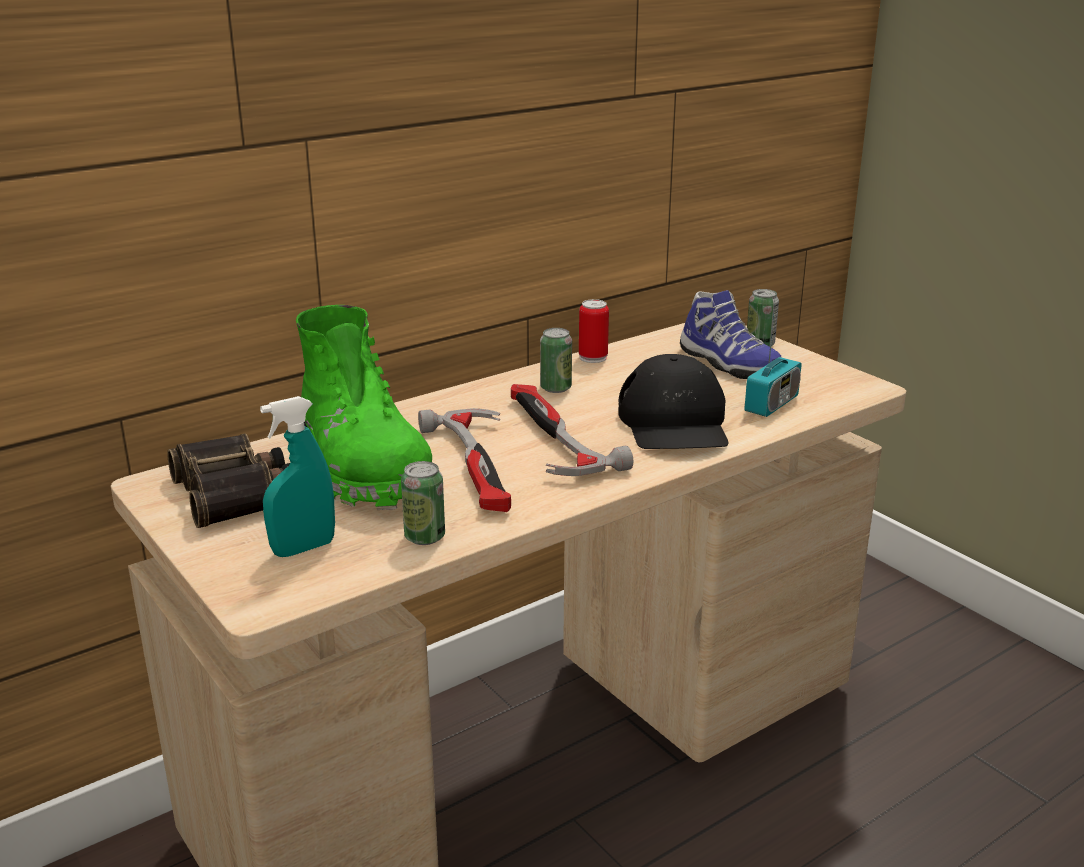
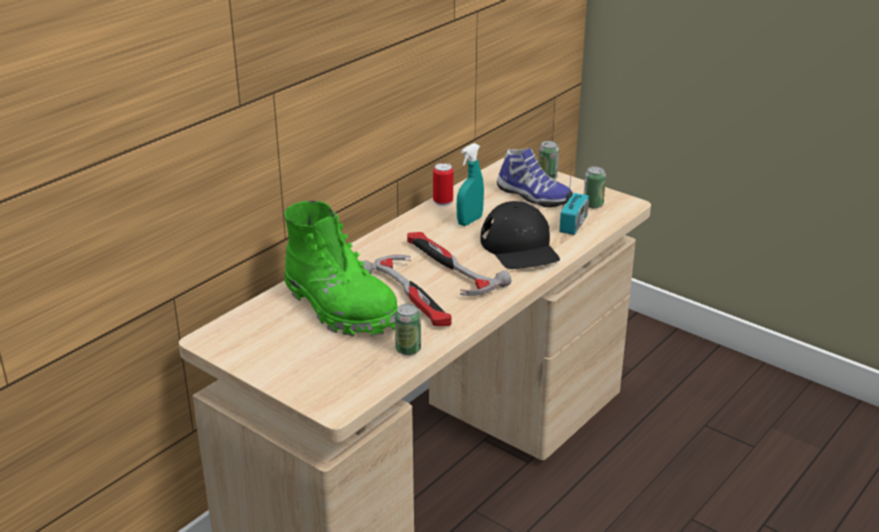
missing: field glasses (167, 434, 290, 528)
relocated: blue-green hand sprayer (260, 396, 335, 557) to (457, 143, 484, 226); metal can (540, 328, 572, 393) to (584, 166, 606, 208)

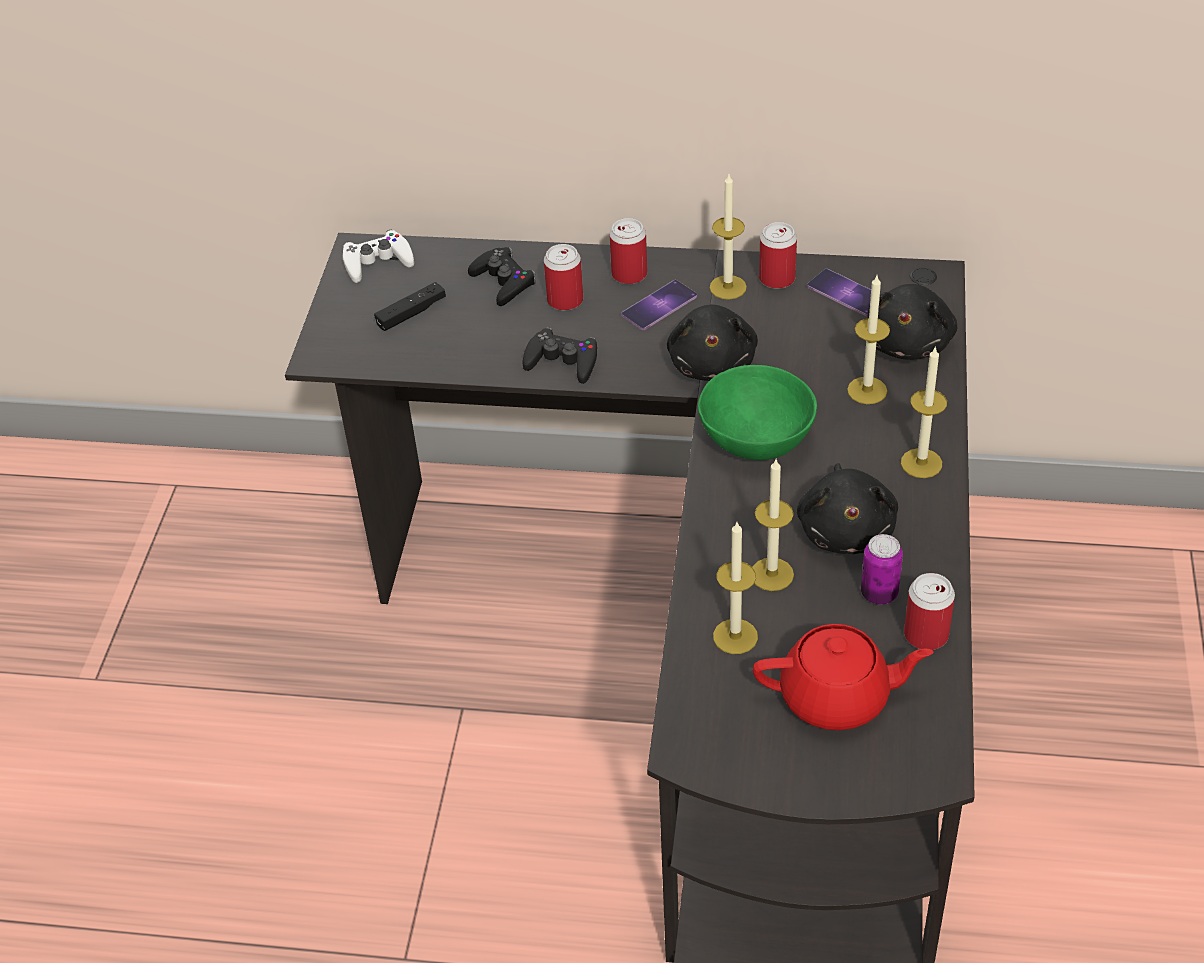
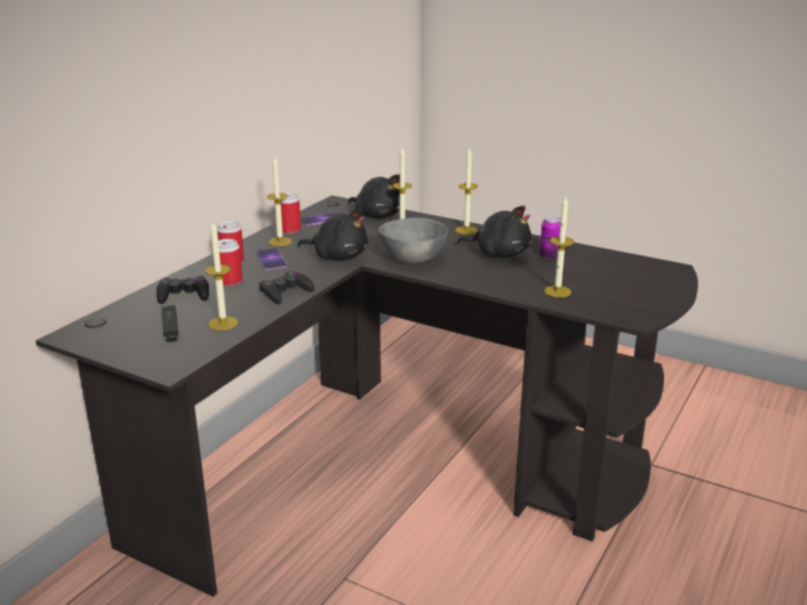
missing: white-coloured game controller (343, 230, 414, 283); red tea pot (753, 624, 934, 730); metal can (904, 573, 955, 650)
relocated: candle (752, 459, 794, 591) to (205, 223, 238, 330)
colour: green bowl (698, 365, 817, 460) to grey bowl (379, 218, 448, 264)

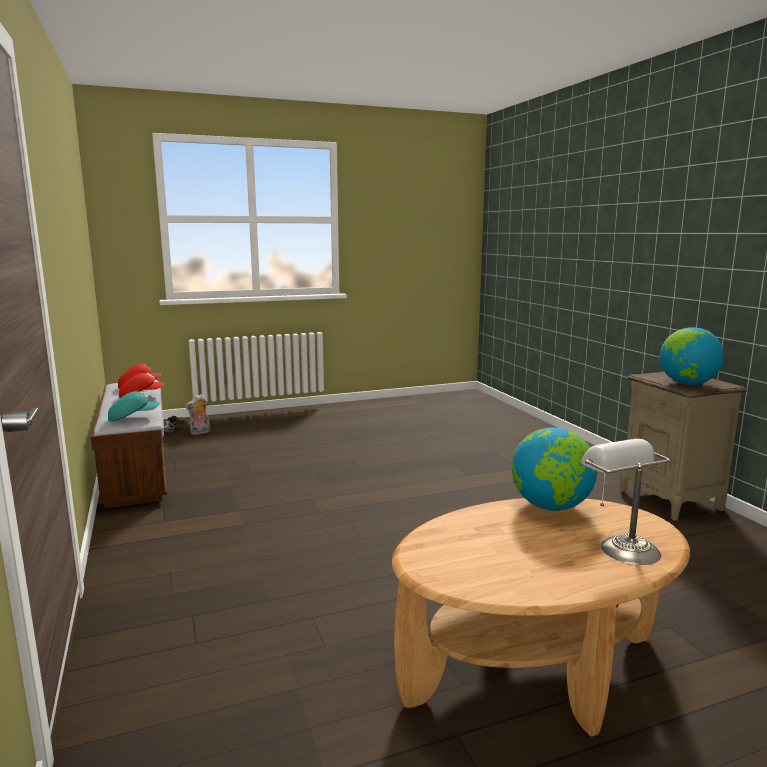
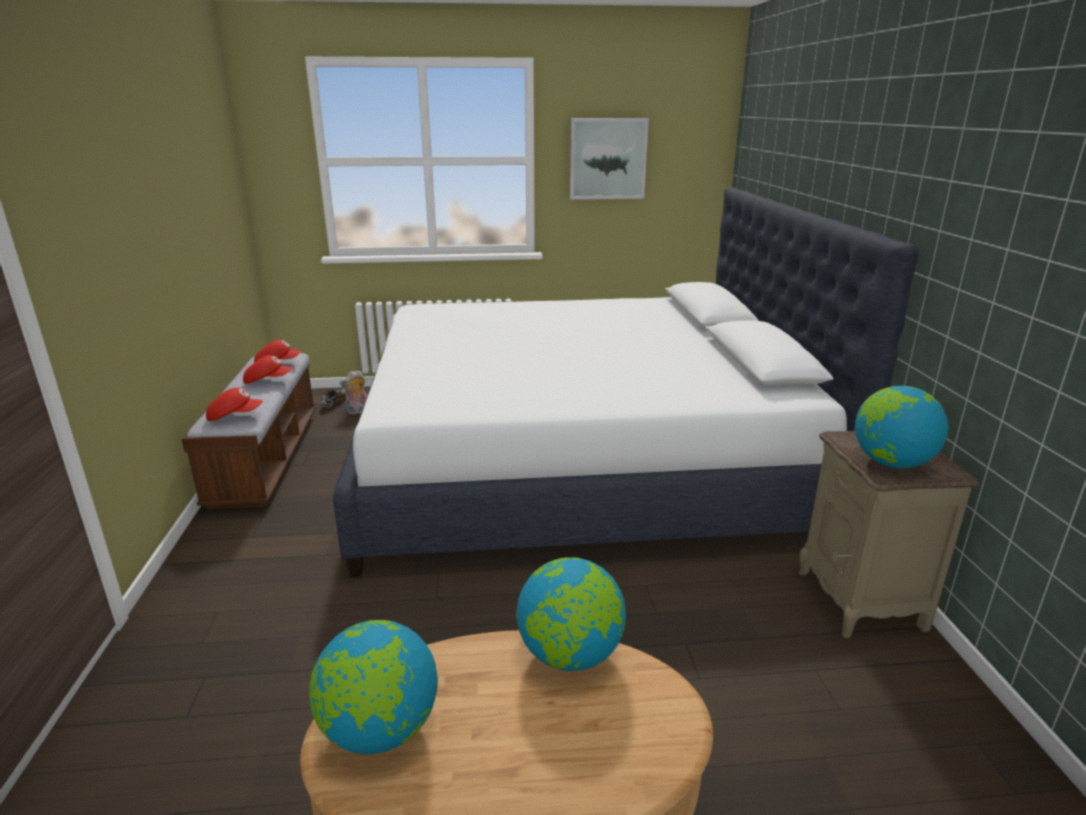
missing: white-coloured tabletop lamp (581, 439, 670, 565)
appeared: globe (309, 620, 438, 754); white-coloured sleeping bed (333, 187, 919, 577); picture (570, 118, 649, 199)
colour: blue-green peaked cap (108, 391, 160, 422) to red peaked cap (206, 388, 263, 421)

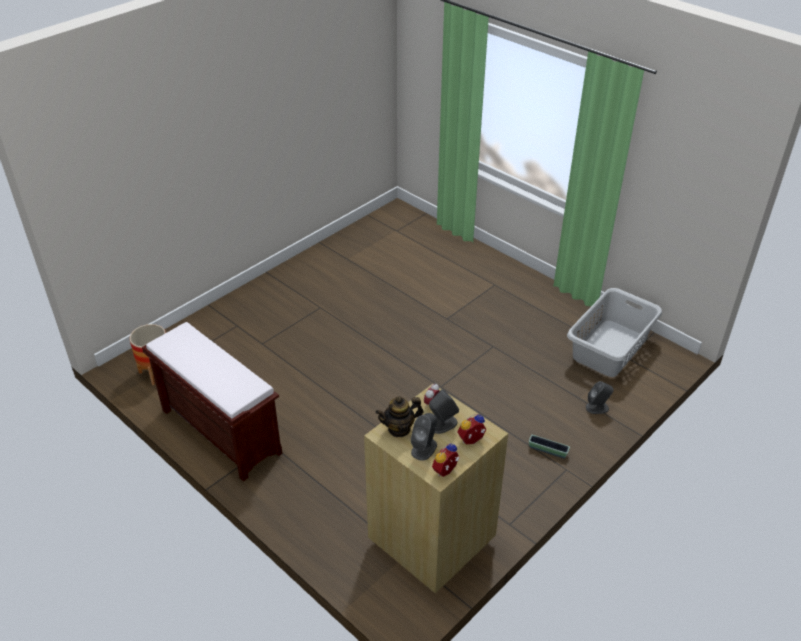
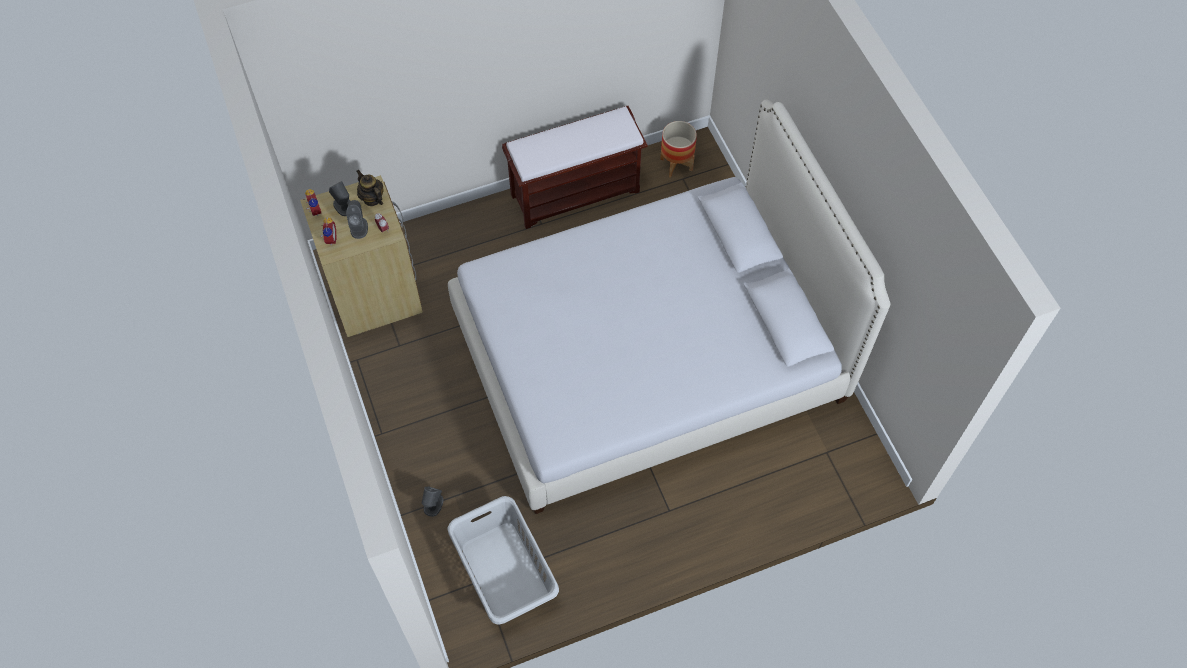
missing: planter (529, 435, 570, 459)
appeared: white-coloured sleeping bed (448, 100, 890, 514)
spun: tea pot (375, 396, 423, 437) = (357, 170, 383, 206) 45 degrees counterclockwise

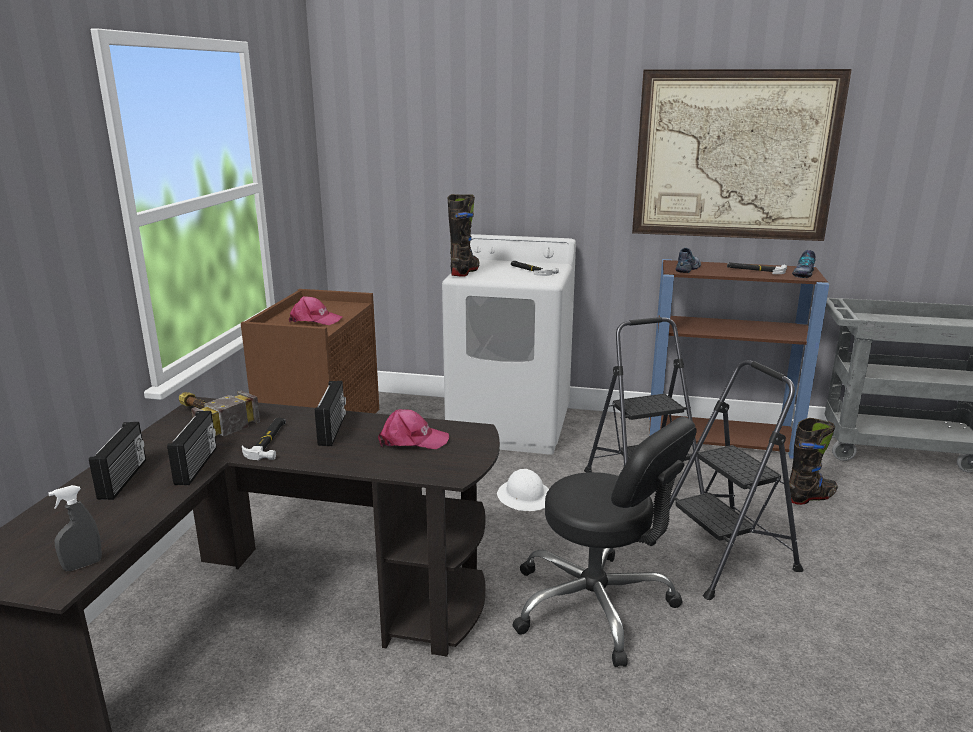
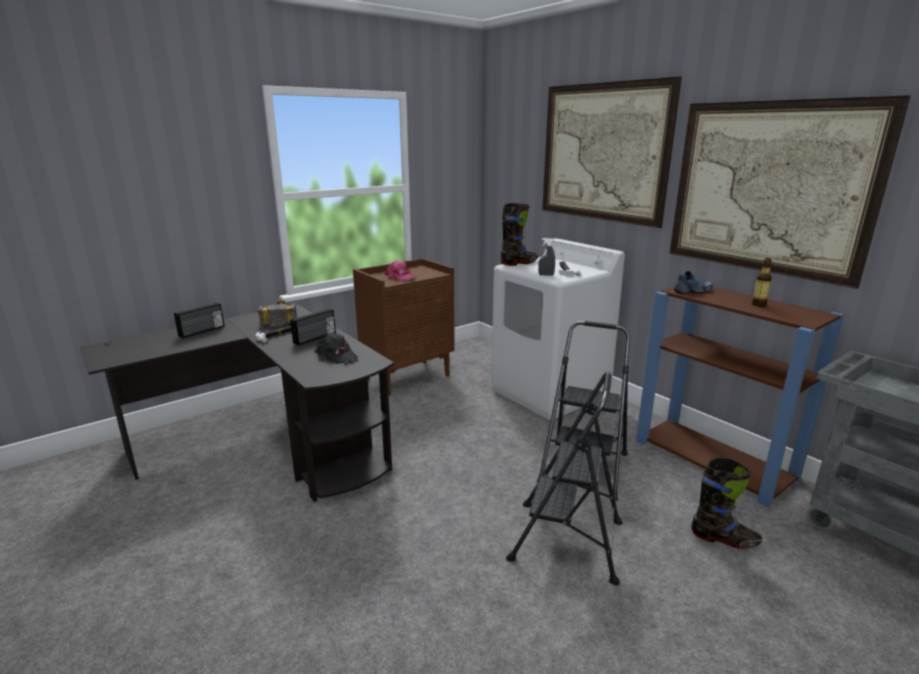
missing: radio receiver (167, 411, 217, 485); white-coloured hard hat (497, 469, 549, 511); black desk chair (512, 417, 697, 667); item of footwear (792, 250, 816, 278)
appeared: picture (542, 77, 682, 228)
relocated: grey hand sprayer (48, 485, 102, 571) to (538, 238, 555, 276)
exchanged: tool hammer (727, 262, 787, 274) to bottle (752, 258, 772, 307)
colour: pink-coloured peaked cap (378, 409, 449, 449) to black peaked cap (314, 333, 358, 364)

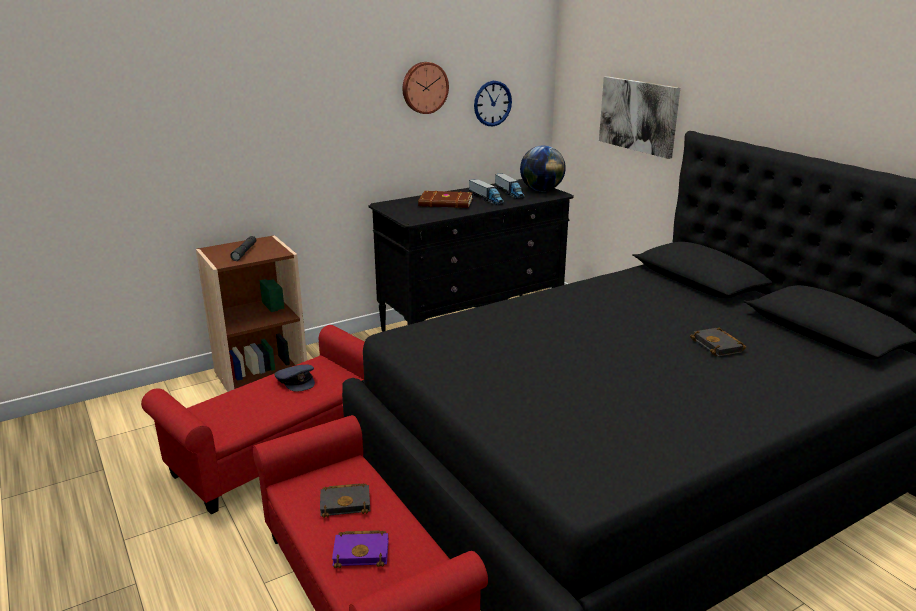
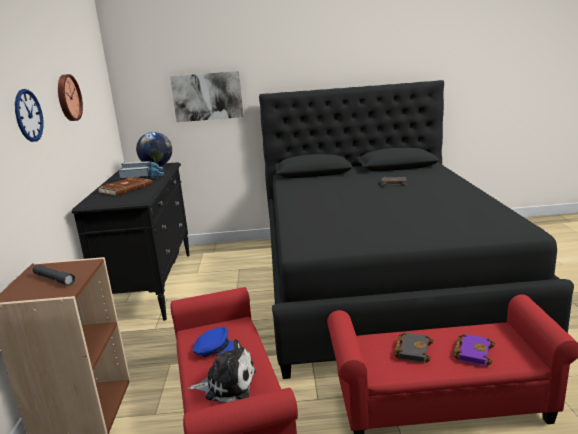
appeared: soft toy (188, 339, 256, 403)
relocated: clock on the wall (474, 81, 512, 126) to (15, 89, 44, 142)
colour: grey peaked cap (274, 364, 315, 392) to bluish peaked cap (193, 327, 234, 357)

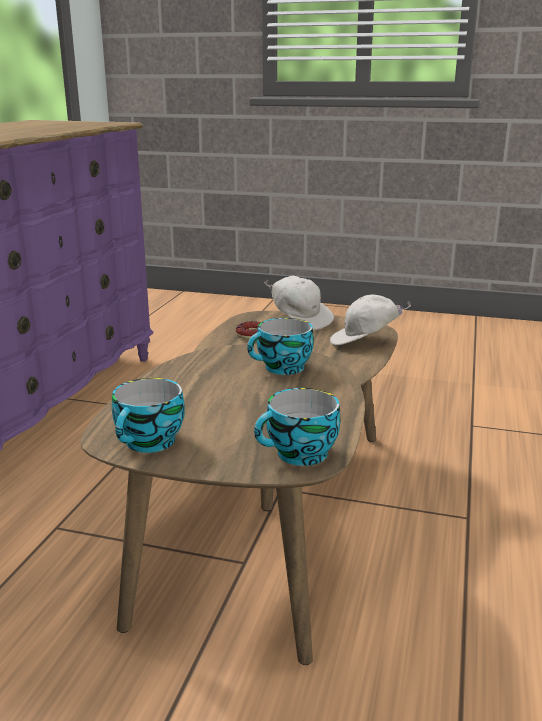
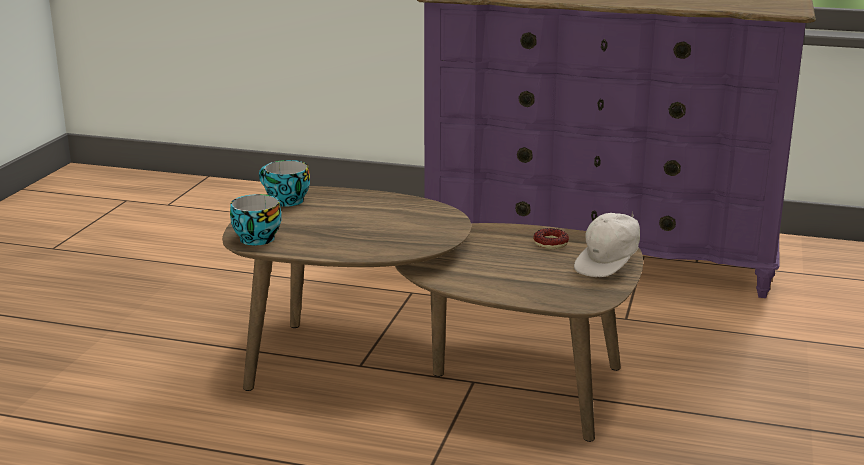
missing: cup (247, 318, 314, 375); white-coloured peaked cap (330, 295, 411, 345)

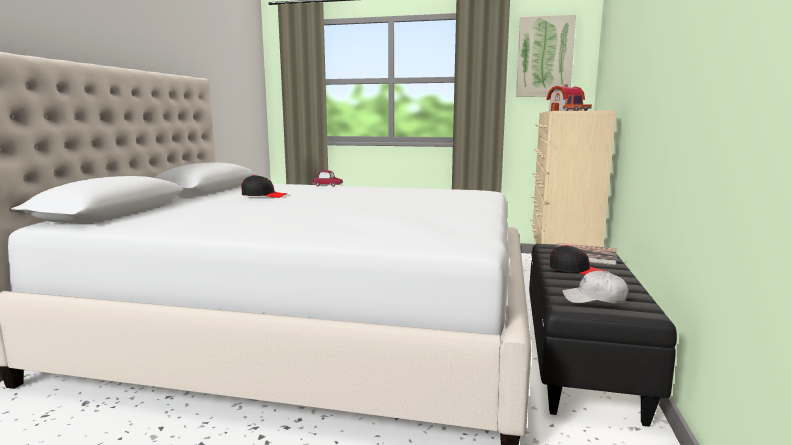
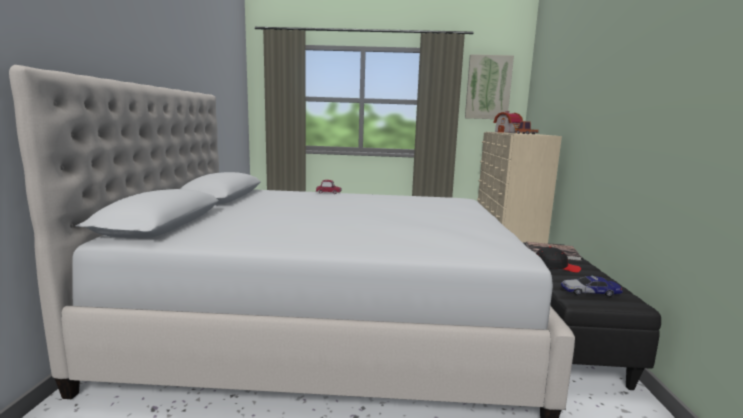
missing: black peaked cap (241, 175, 287, 198)
exchanged: white-coloured peaked cap (562, 270, 629, 303) to toy car (561, 275, 623, 297)

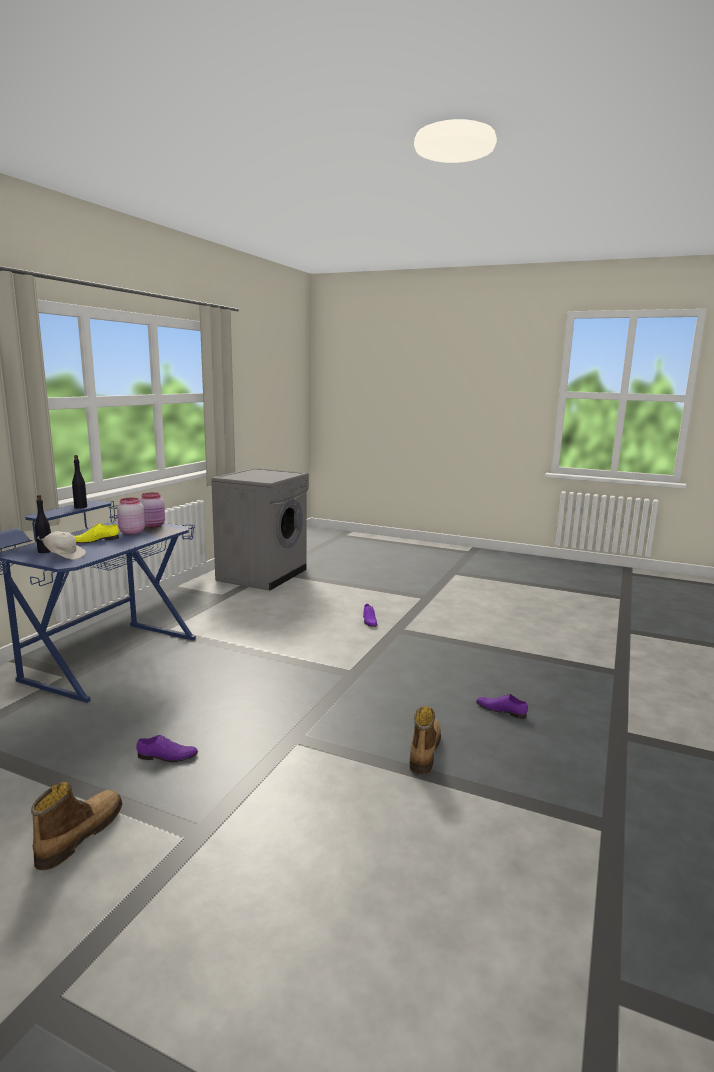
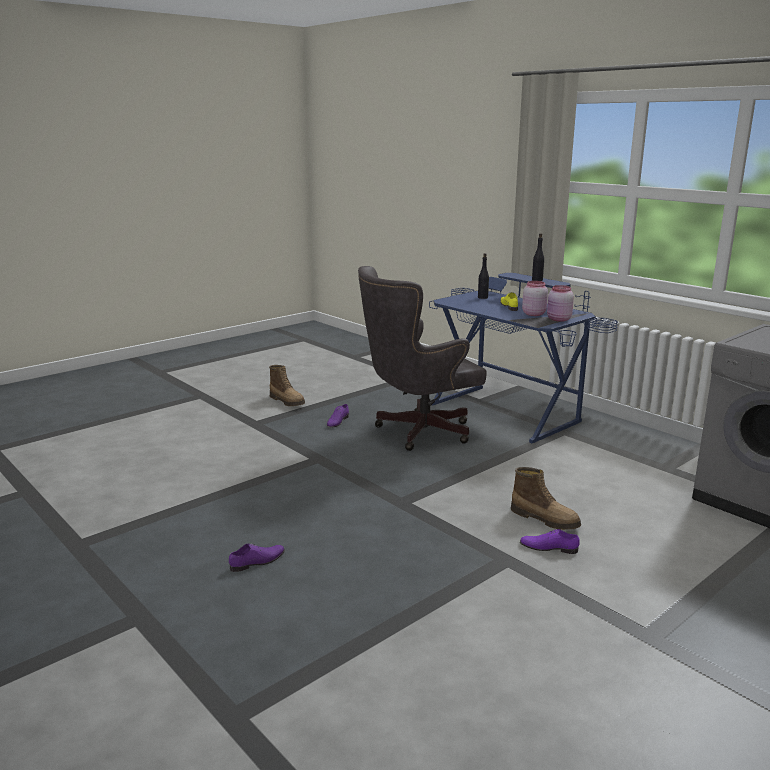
missing: white-coloured peaked cap (37, 531, 86, 560)
appeared: grey desk chair (358, 266, 487, 451)
relocated: boot (409, 706, 441, 775) to (511, 467, 581, 530)

